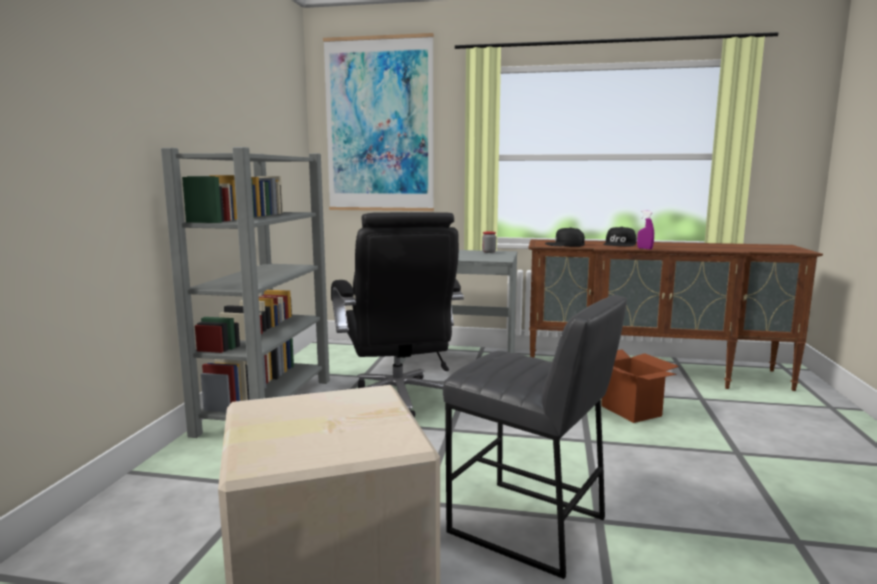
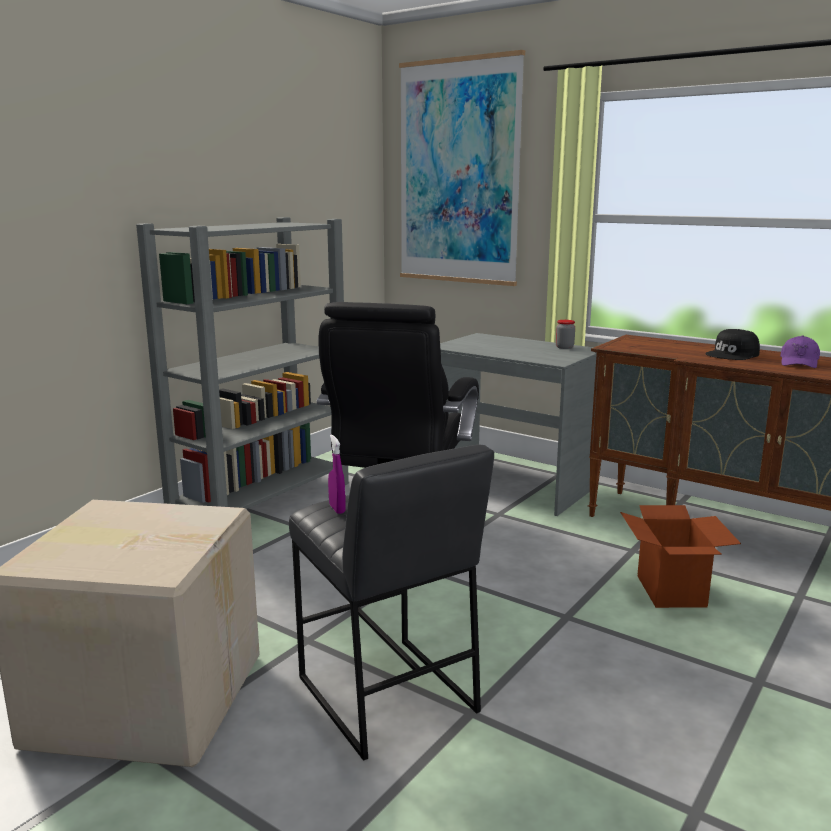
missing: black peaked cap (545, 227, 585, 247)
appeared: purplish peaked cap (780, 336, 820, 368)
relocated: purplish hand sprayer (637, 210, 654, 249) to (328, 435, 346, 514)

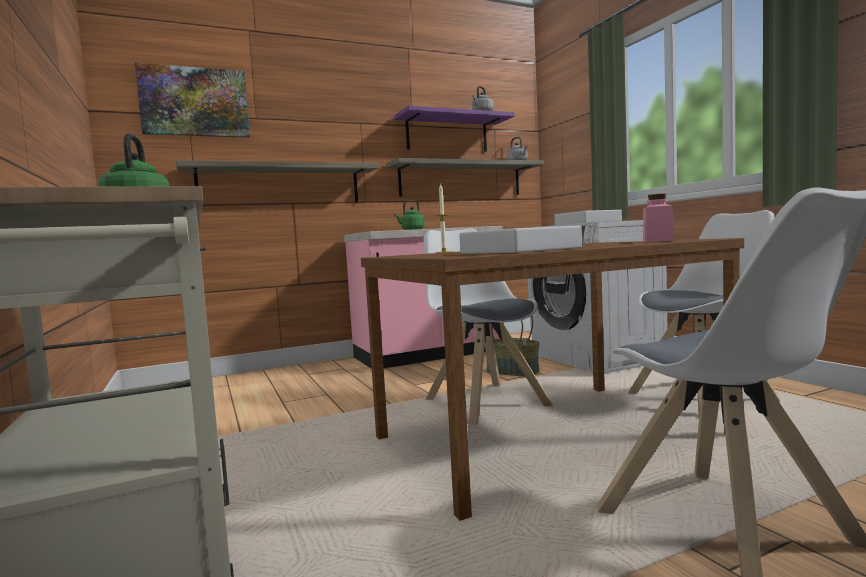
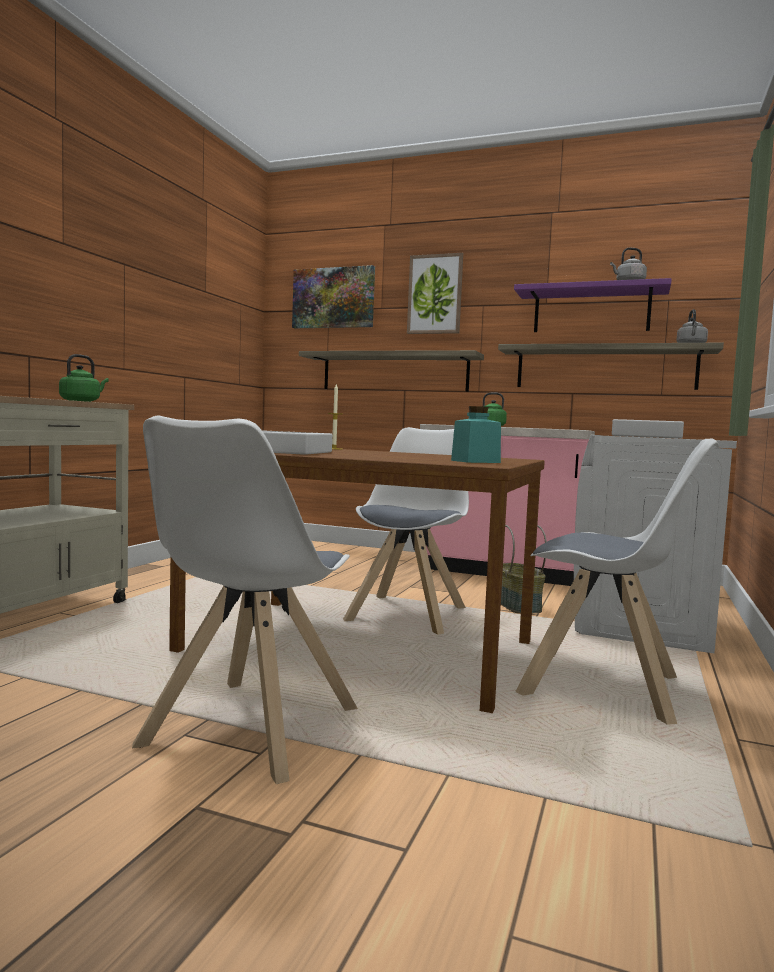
appeared: picture (407, 253, 463, 334)
colour: pink-coloured storage jar (643, 194, 674, 242) to blue-green storage jar (451, 406, 501, 463)

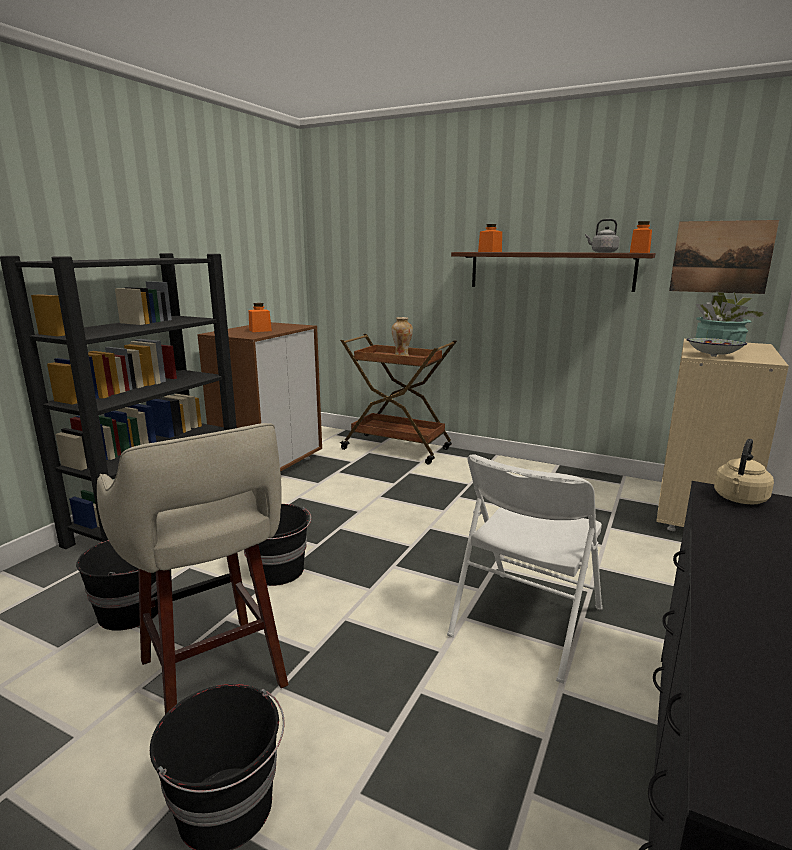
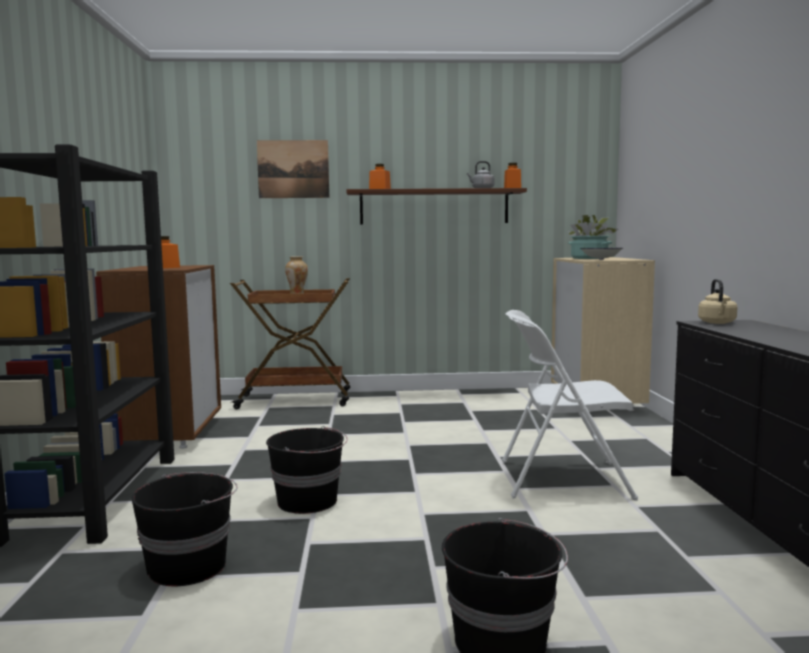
missing: beige stool seat (97, 423, 288, 714)
relocated: picture (669, 220, 779, 294) to (257, 140, 329, 198)
spun: white-coloured upright chair (447, 454, 603, 684) = (502, 310, 638, 501) 90 degrees clockwise

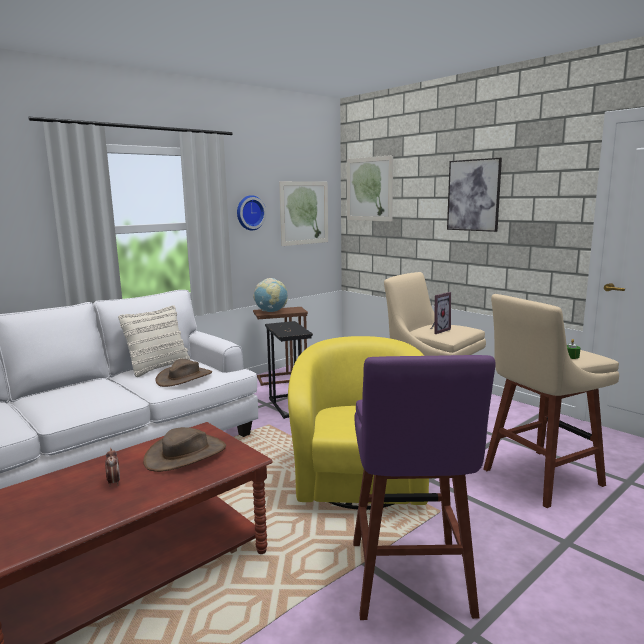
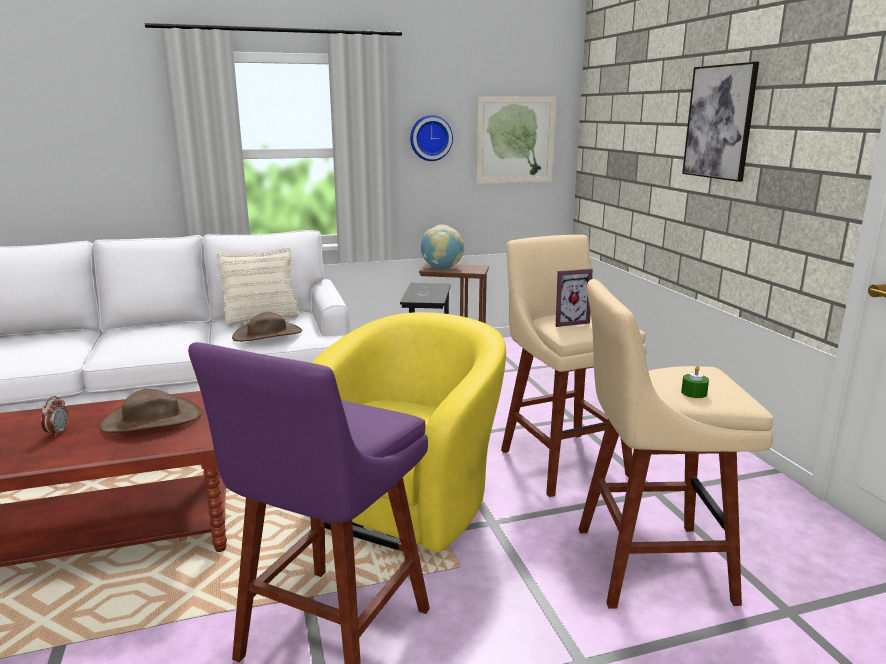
missing: picture (347, 155, 393, 221)

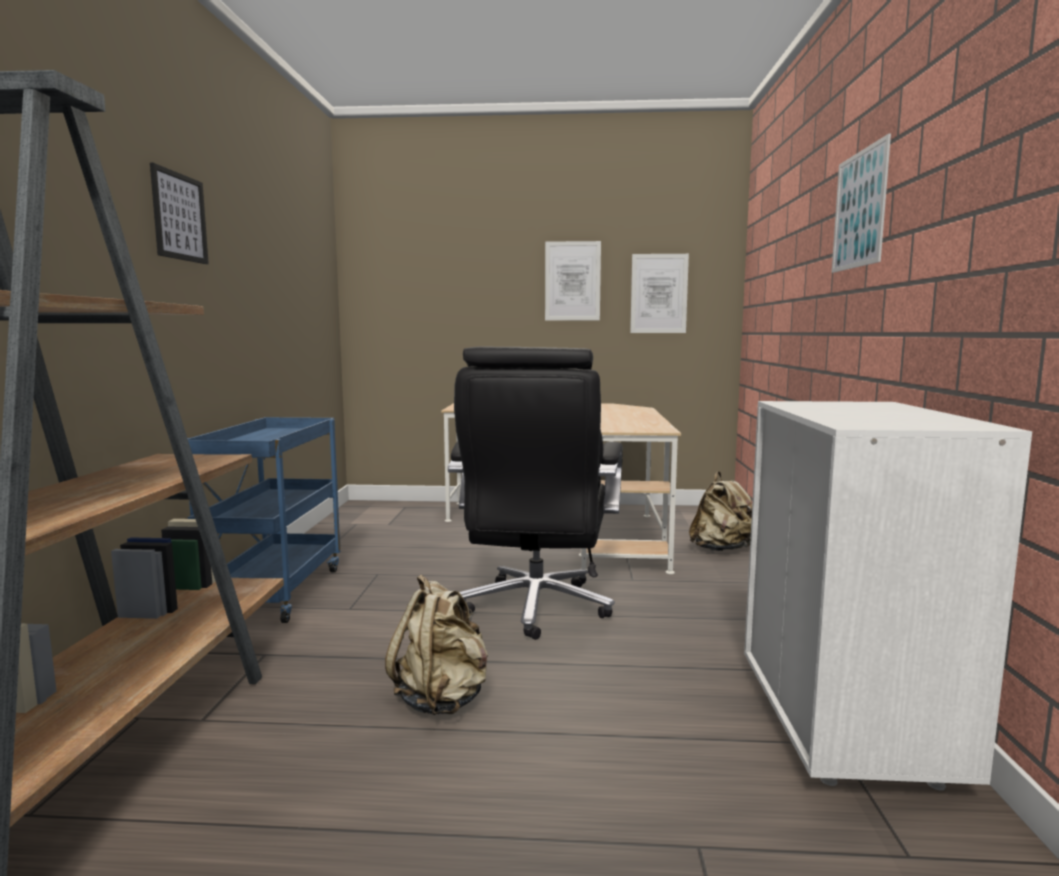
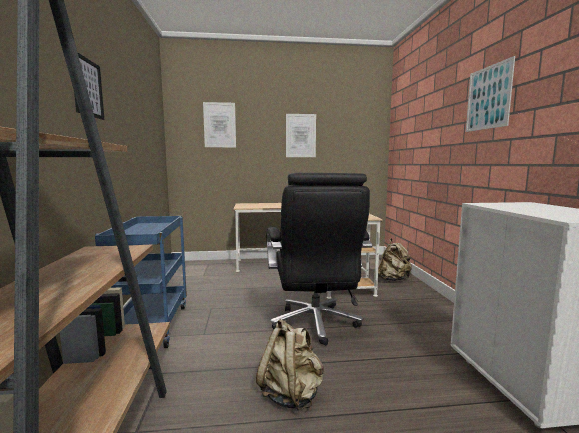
relocated: picture (630, 254, 689, 333) to (203, 102, 236, 148)

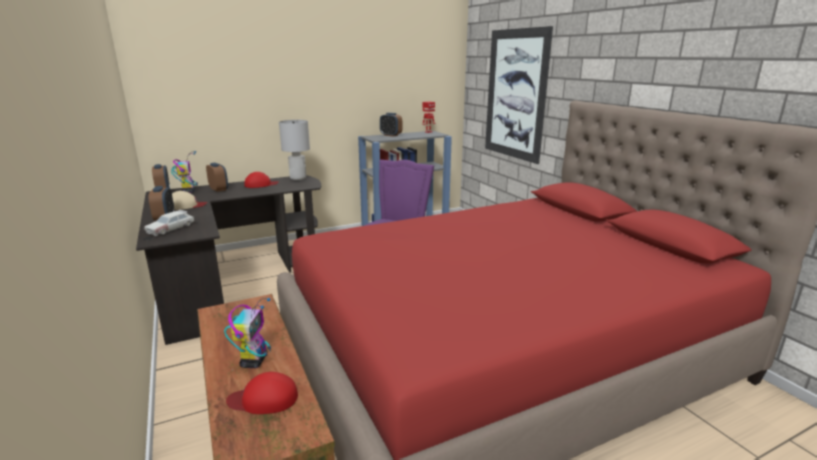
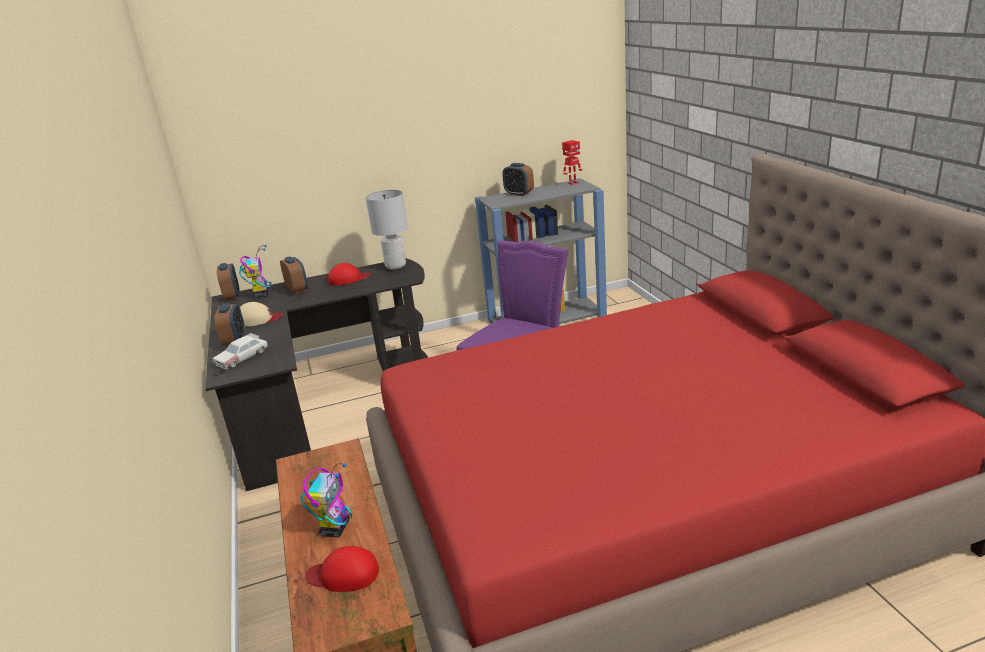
missing: picture (485, 26, 553, 164)

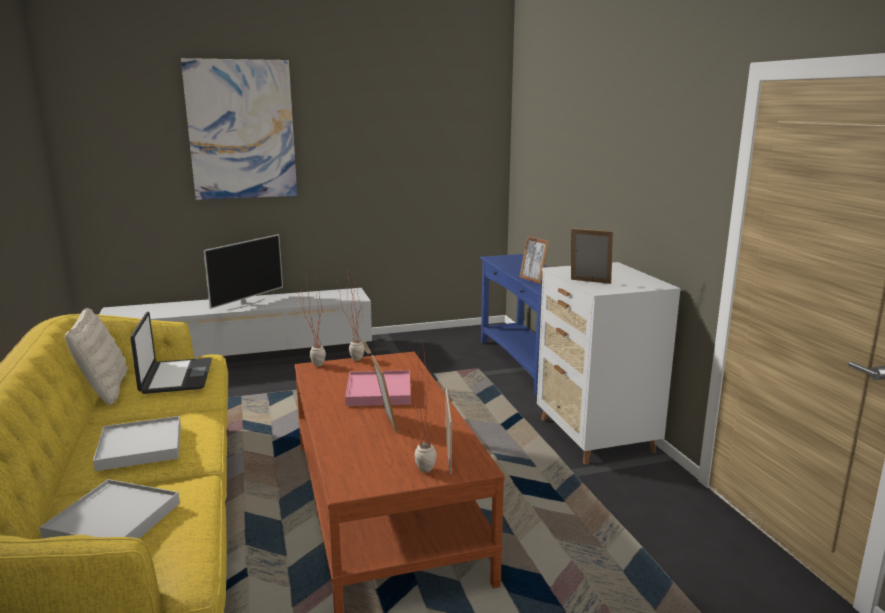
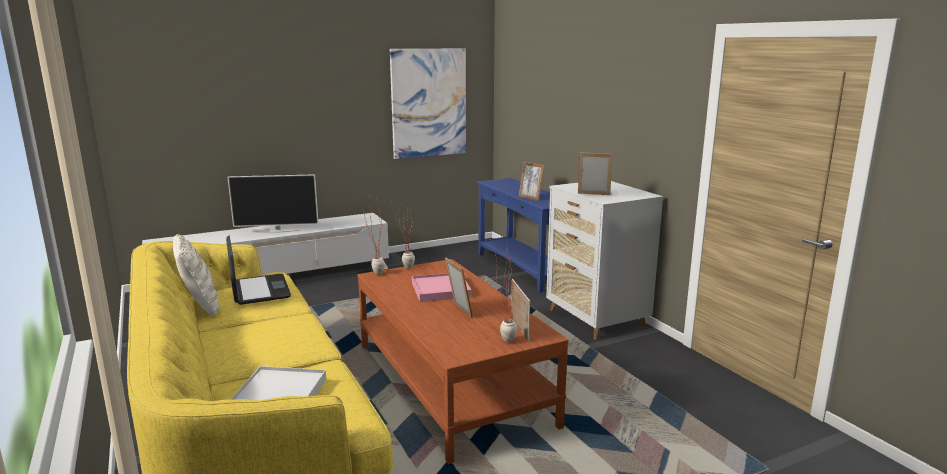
missing: white-coloured serving tray (93, 416, 181, 471)
relocated: picture (181, 58, 297, 200) to (390, 49, 466, 159)
spun: television (204, 234, 283, 311) = (228, 174, 319, 233) 60 degrees clockwise

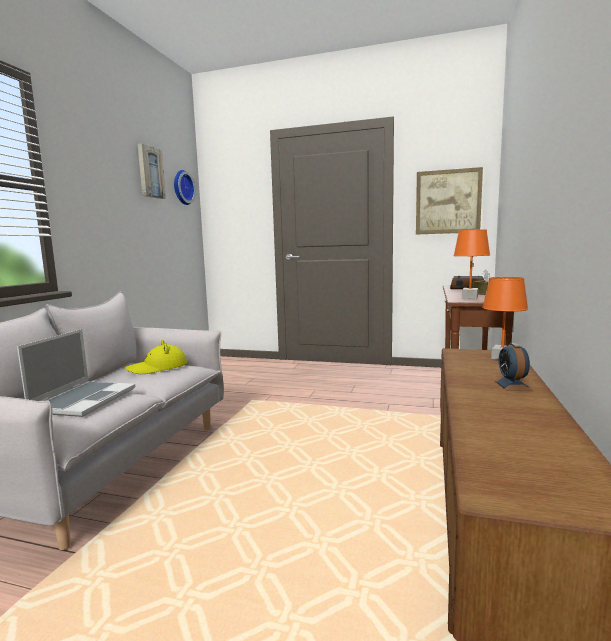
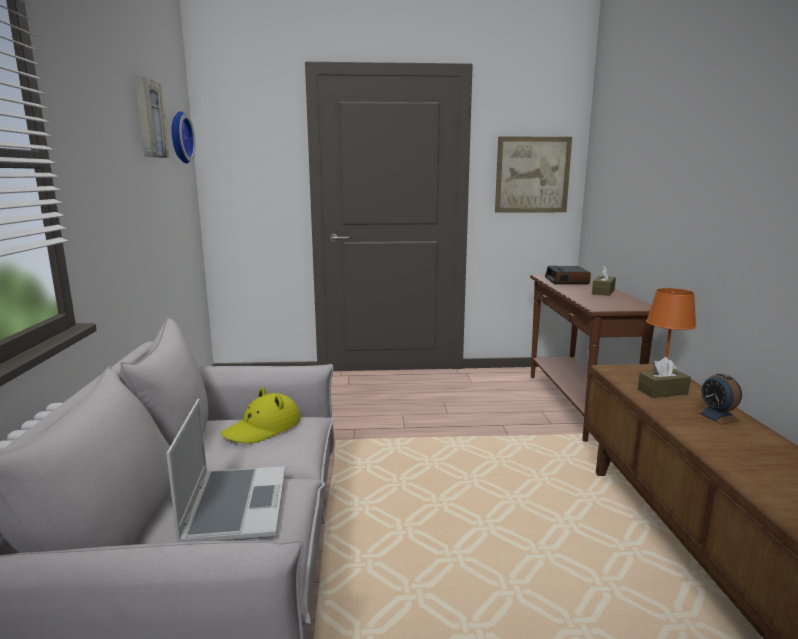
missing: orange-coloured tabletop lamp (453, 229, 490, 299)
appeared: brownish tissue box (638, 357, 691, 398)

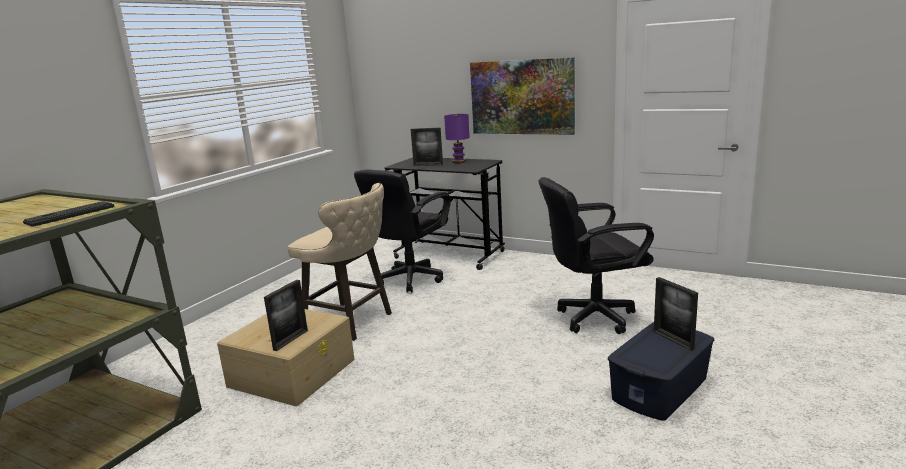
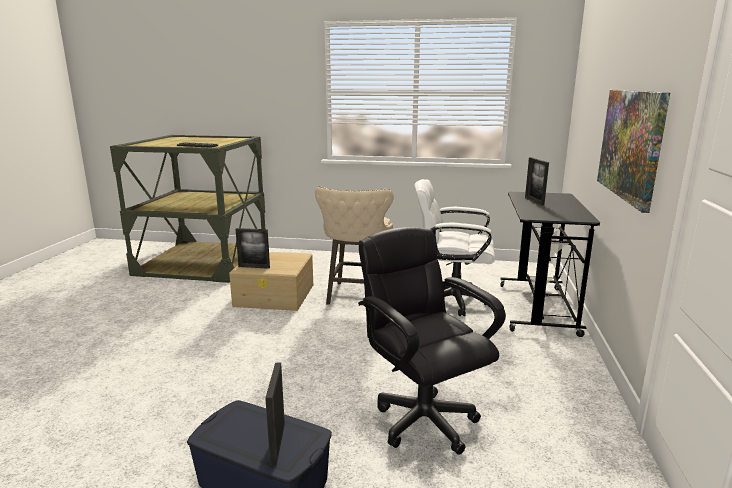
missing: purplish tabletop lamp (444, 114, 470, 163)
colour: black desk chair (354, 170, 451, 293) to white-coloured desk chair (414, 179, 495, 316)
spun: photo frame (654, 277, 698, 351) = (265, 363, 285, 466) 45 degrees counterclockwise

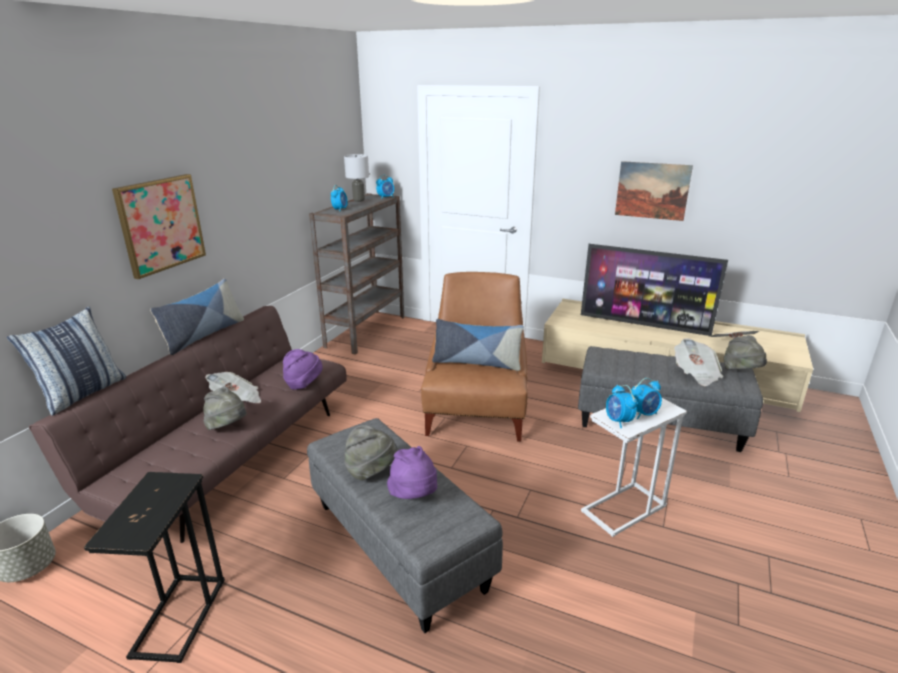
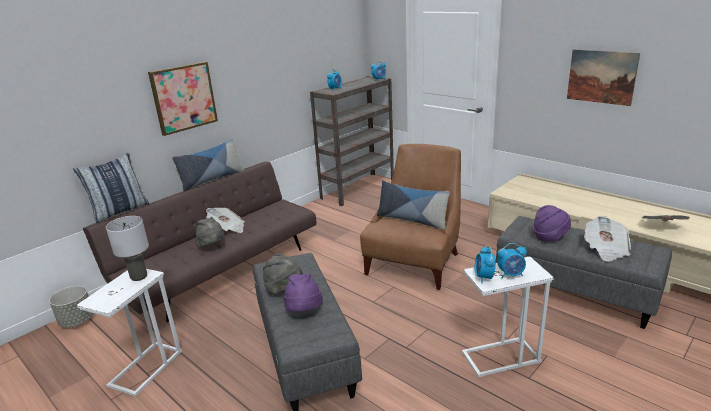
missing: television (581, 244, 728, 336); grey hat (724, 335, 767, 369)
relocated: white-coloured tabletop lamp (344, 154, 369, 202) to (106, 216, 149, 281); purplish hat (283, 349, 322, 390) to (533, 205, 571, 242)
colour: black accent table (84, 472, 225, 663) to white-coloured accent table (77, 269, 182, 397)

